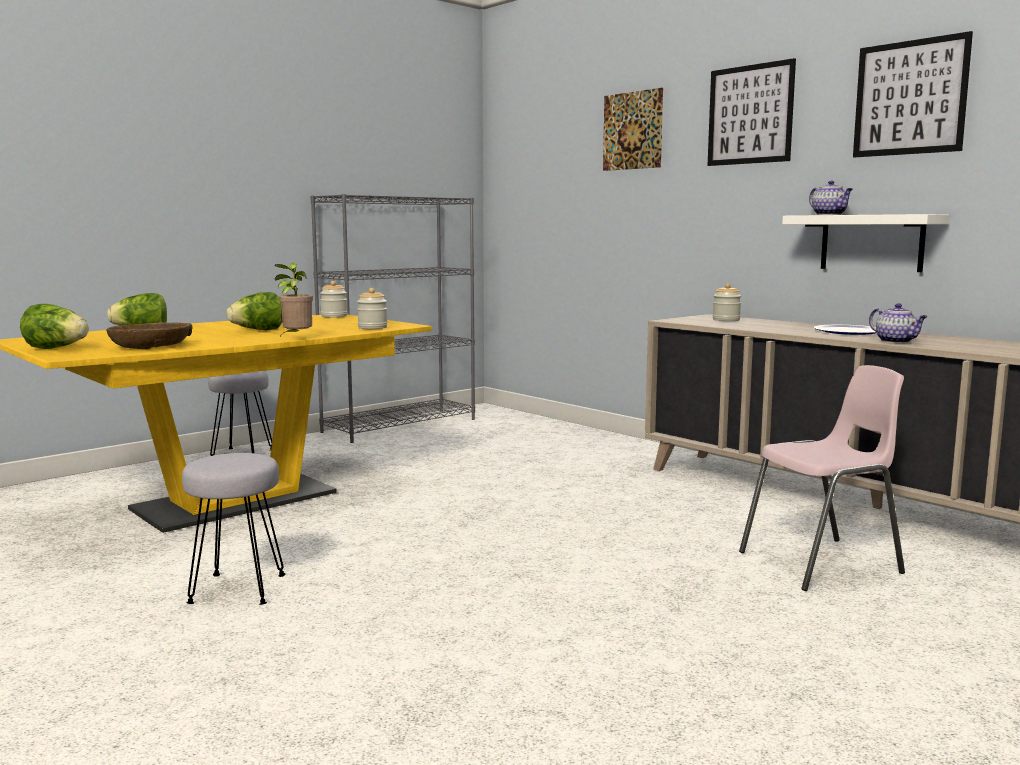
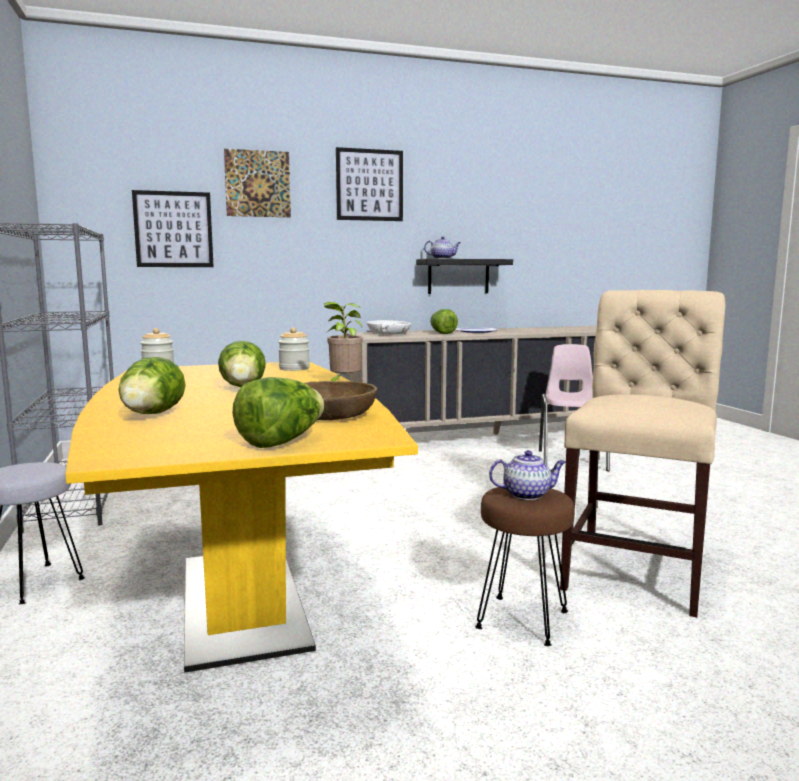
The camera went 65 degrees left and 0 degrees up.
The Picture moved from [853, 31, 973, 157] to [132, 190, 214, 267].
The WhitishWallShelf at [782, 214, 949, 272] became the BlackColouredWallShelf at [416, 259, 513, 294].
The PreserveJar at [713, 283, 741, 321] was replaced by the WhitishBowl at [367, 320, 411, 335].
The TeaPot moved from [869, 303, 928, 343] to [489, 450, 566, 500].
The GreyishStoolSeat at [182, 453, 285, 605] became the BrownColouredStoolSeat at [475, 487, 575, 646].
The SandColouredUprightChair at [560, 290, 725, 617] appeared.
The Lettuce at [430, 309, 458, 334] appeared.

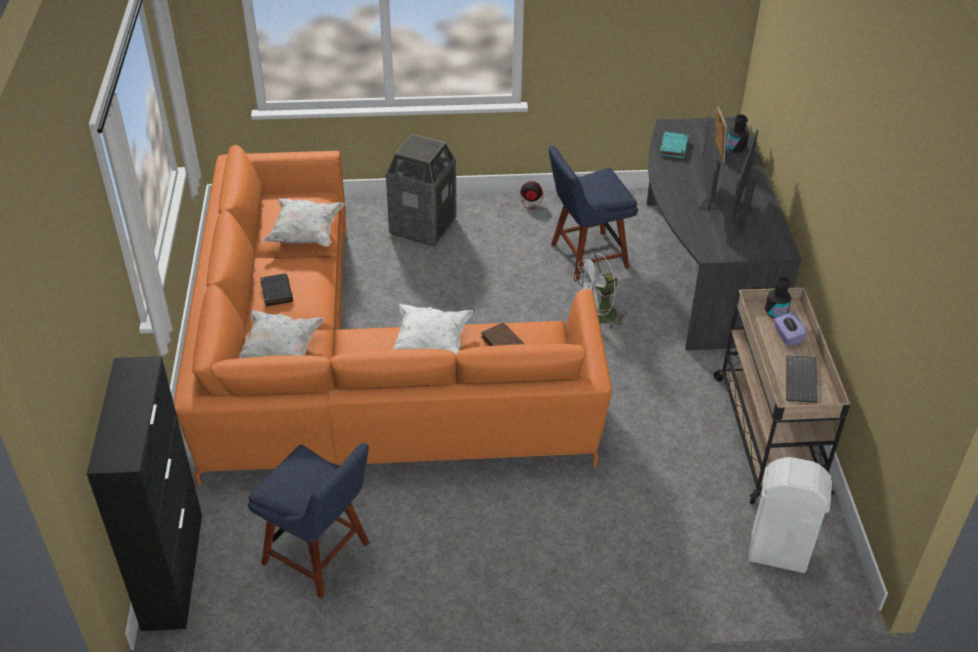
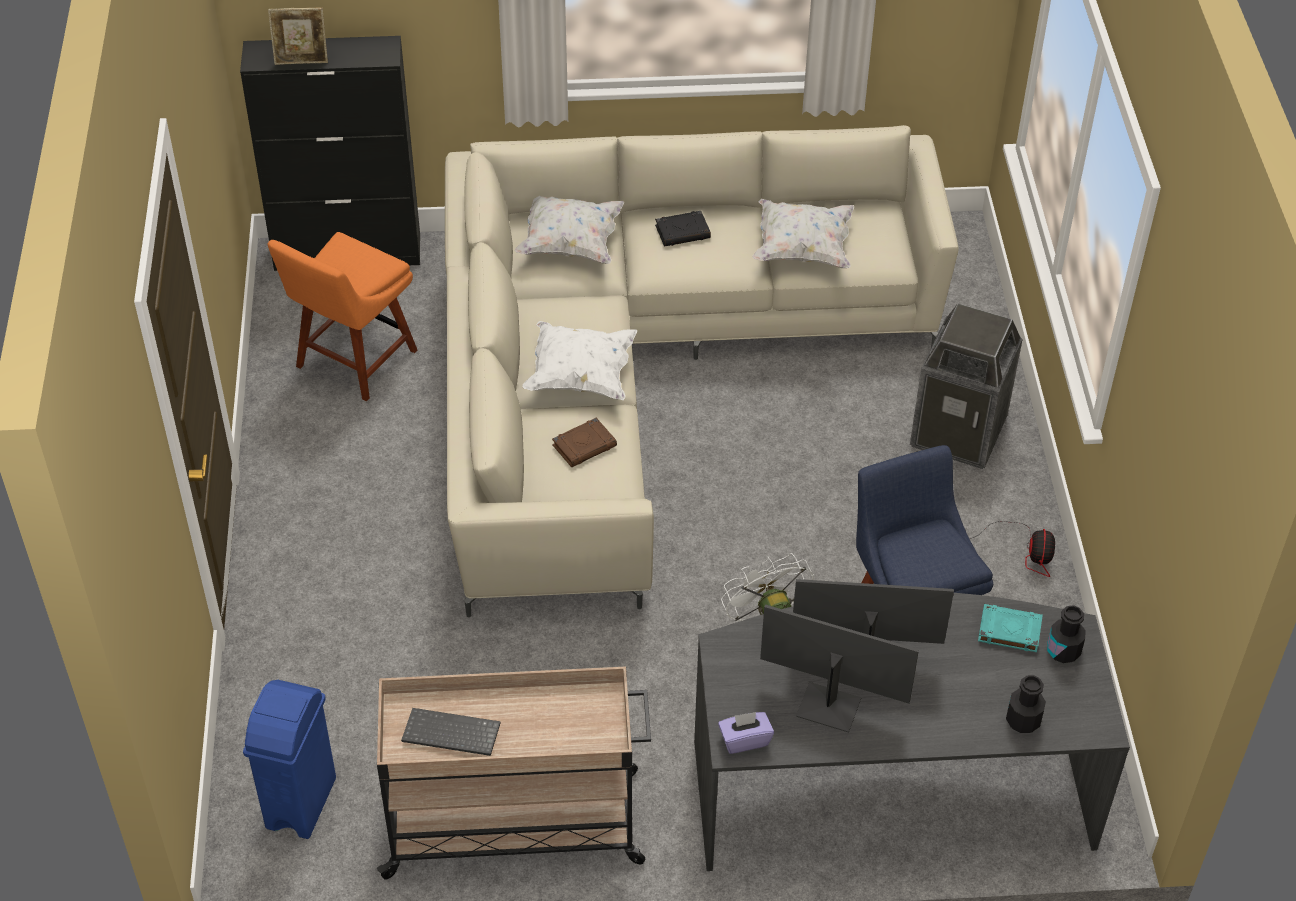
The camera went 90 degrees right and 5 degrees up.
The PictureFrame moved from [715, 106, 727, 163] to [268, 8, 328, 65].
The OrangeCouch at [174, 145, 612, 486] became the SandColouredCouch at [445, 125, 958, 617].
The BlackColouredBeverageBottle moved from [765, 276, 792, 318] to [1047, 605, 1086, 663].
The PurpleBoxOfTissues moved from [774, 312, 807, 346] to [718, 712, 774, 754].
The BluishUprightChair at [248, 443, 369, 598] became the OrangeUprightChair at [268, 232, 417, 402].
The WhitishTrashCan at [748, 457, 832, 573] became the BluishTrashCan at [243, 680, 336, 839].

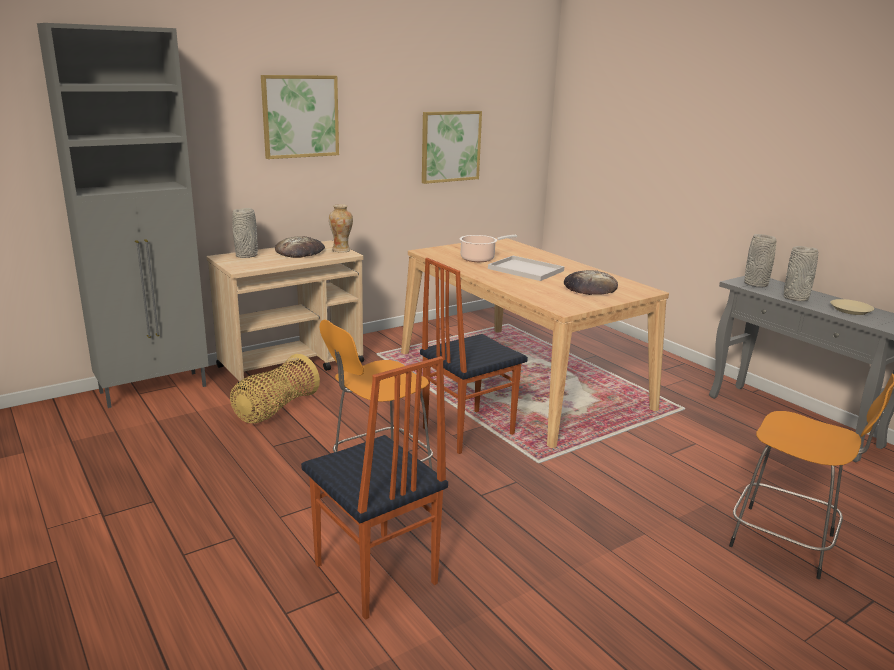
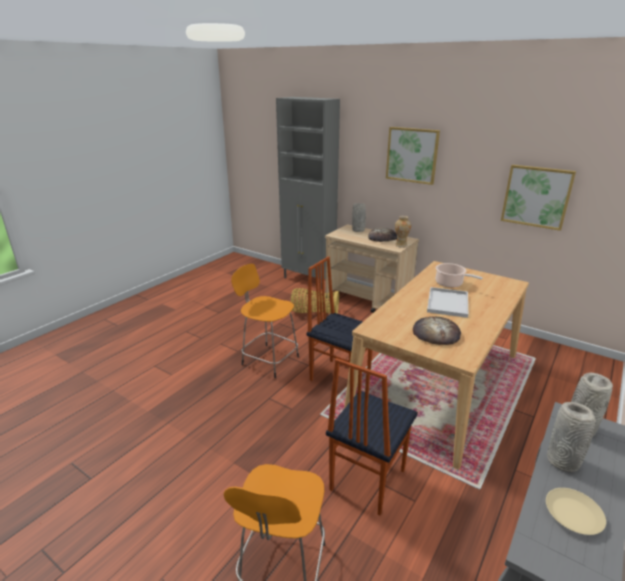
The camera went 70 degrees right and 5 degrees up.
The UprightChair moved from [301, 356, 448, 620] to [326, 358, 418, 515].

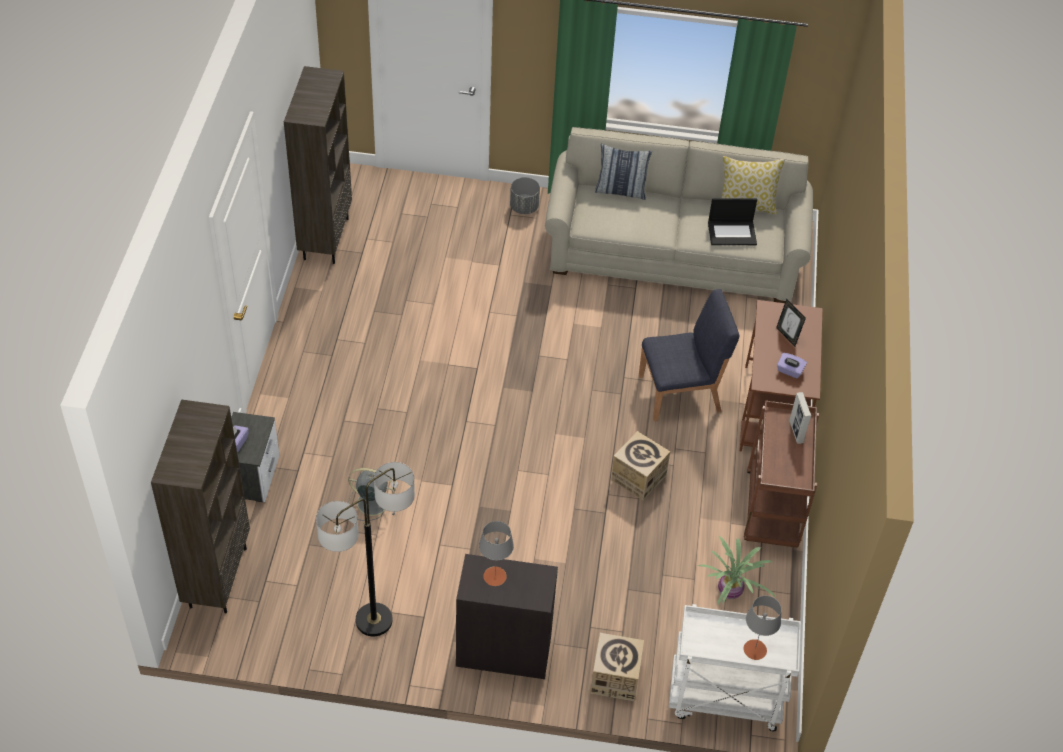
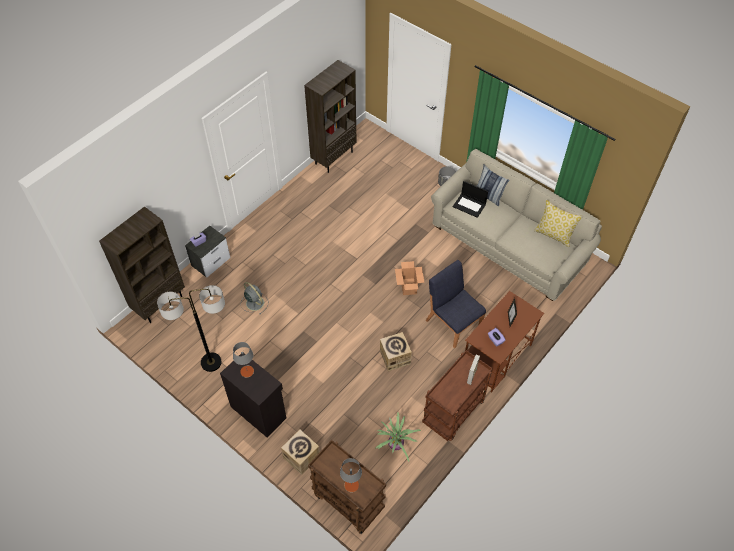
The camera went 35 degrees right and 5 degrees up.
The NotebookComputer moved from [708, 198, 757, 245] to [453, 181, 488, 218].
The BluishUprightChair at [639, 289, 740, 422] turned 150 degrees counterclockwise.
The WhitishCart at [669, 604, 801, 731] became the BrownColouredCart at [308, 440, 386, 534].
The PackingBox at [395, 261, 424, 295] appeared.

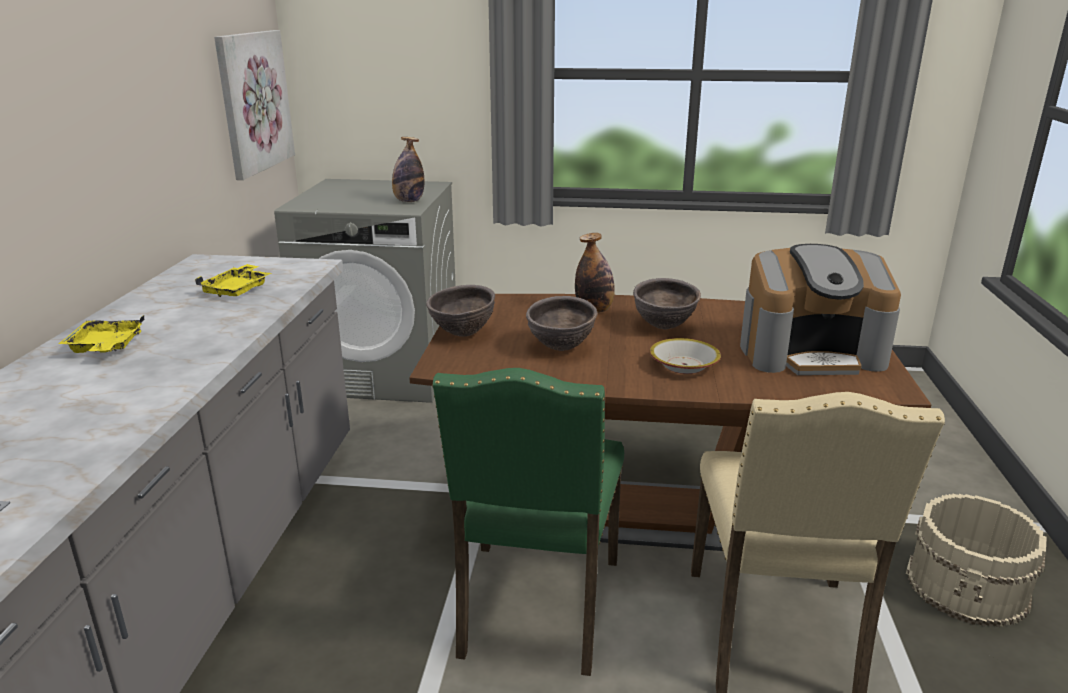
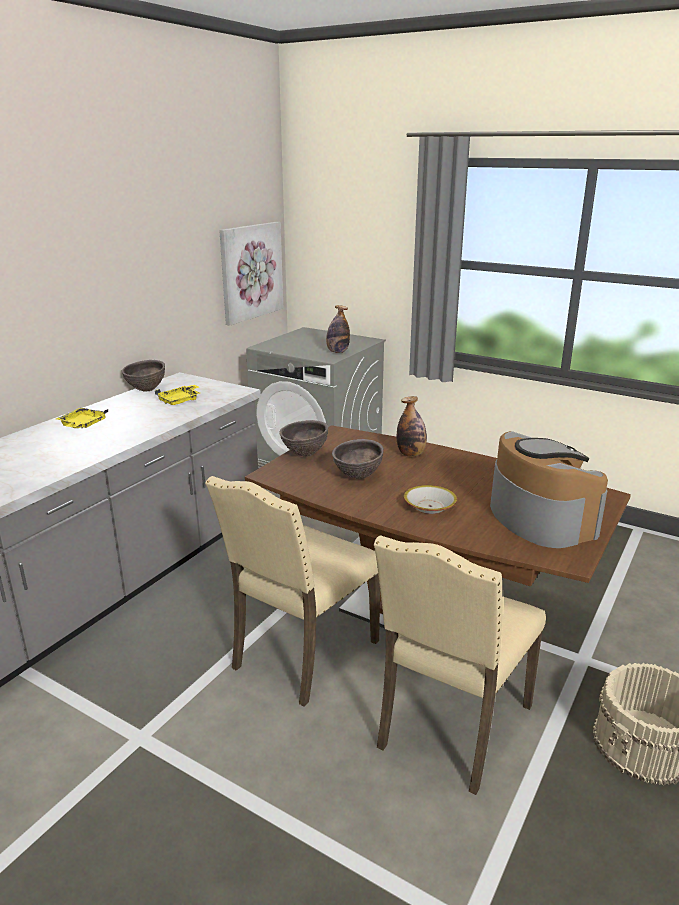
The camera went 25 degrees right and 0 degrees up.
The CoffeeBrewer at [740, 244, 901, 375] turned 135 degrees counterclockwise.
The BrownColouredBowl moved from [633, 278, 701, 329] to [121, 360, 165, 392].
The GreenColouredUprightChair at [432, 368, 624, 676] became the SandColouredUprightChair at [205, 476, 380, 706].

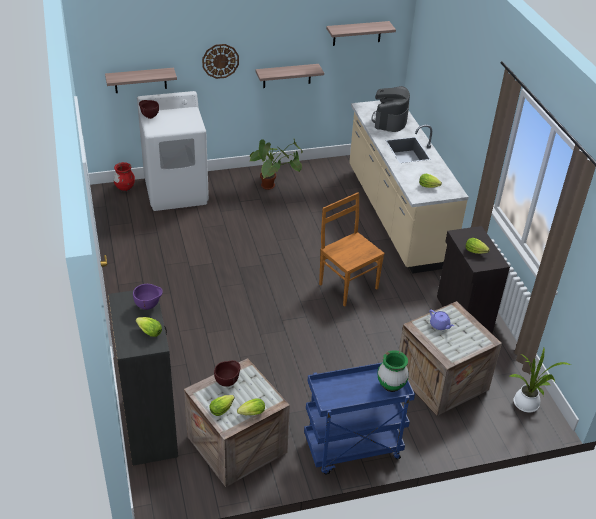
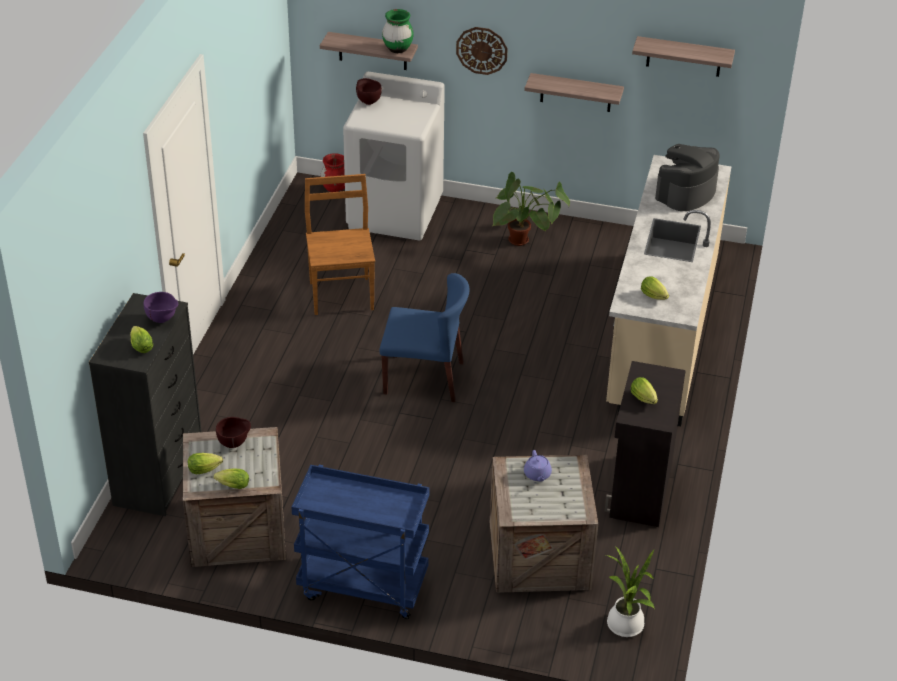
The camera went 30 degrees right and 0 degrees up.
The BrownColouredUprightChair moved from [319, 192, 385, 307] to [305, 174, 375, 315].
The GreenColouredDecorativeVase moved from [377, 350, 409, 392] to [382, 9, 414, 53].
The BluishUprightChair at [379, 273, 469, 402] appeared.

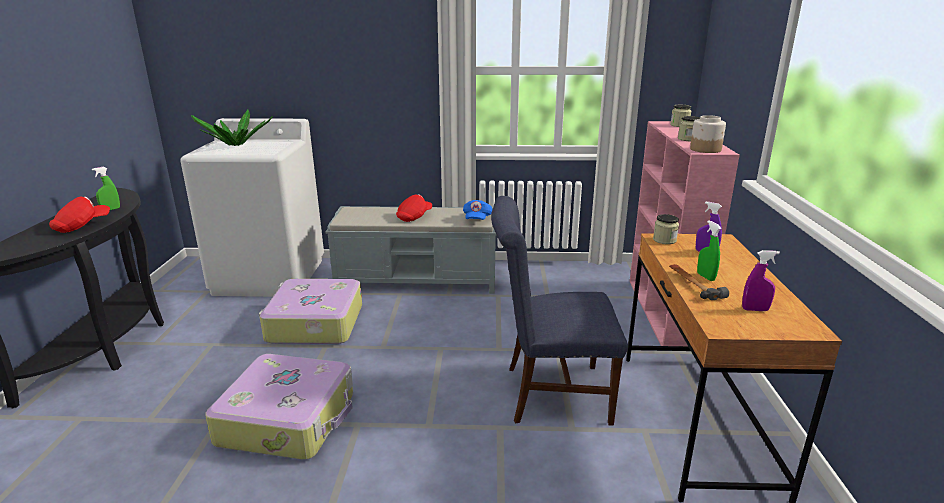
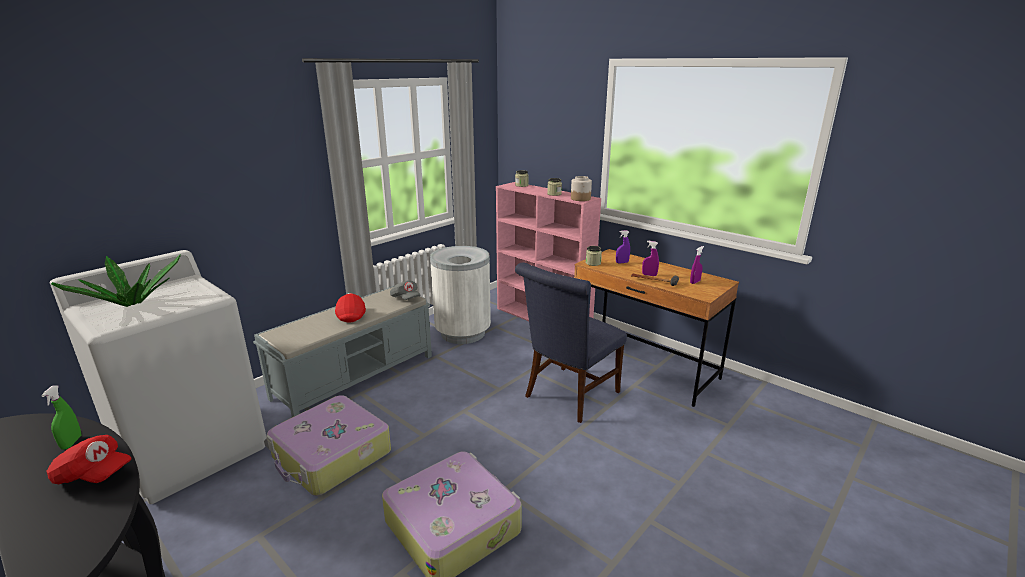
The camera went 50 degrees left and 0 degrees up.
The RedCap at [49, 196, 110, 233] turned 120 degrees clockwise.
The BluishCap at [463, 200, 492, 220] became the GreyishCap at [390, 280, 420, 300].
The GreenColouredSprayBottle at [697, 220, 722, 281] became the PurpleSprayBottle at [642, 241, 659, 276].
The WhitishTrashCan at [430, 246, 491, 344] appeared.

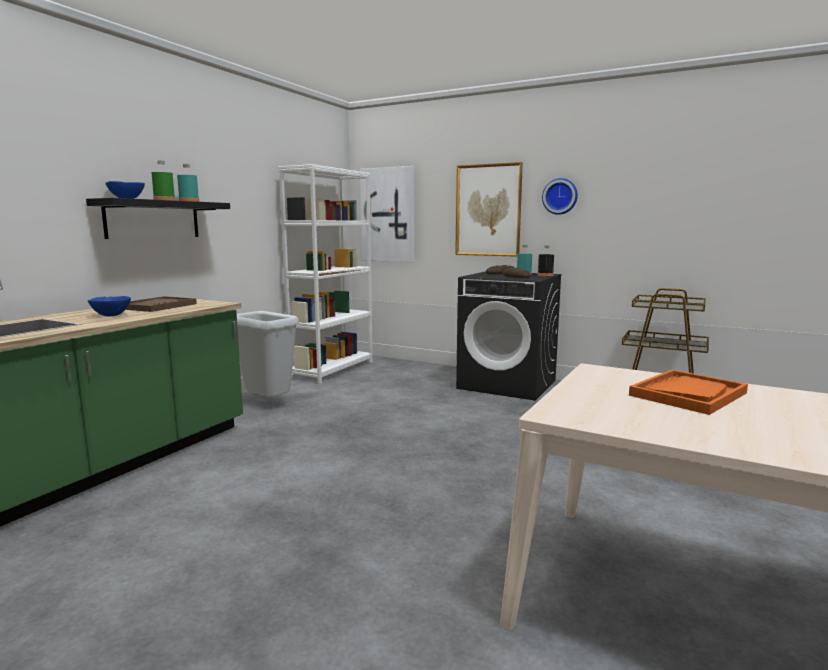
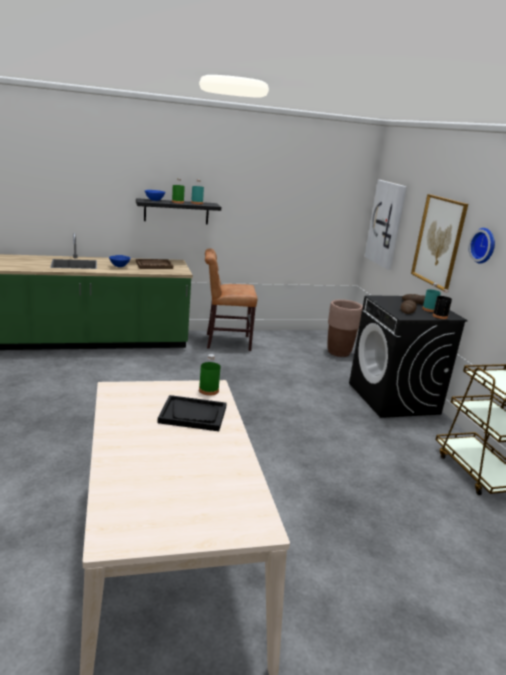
The camera went 45 degrees right and 10 degrees up.
The WhitishBookshelf at [278, 164, 373, 384] disappeared.
The GreyishTrashCan at [237, 311, 299, 397] was replaced by the BrownColouredUprightChair at [205, 248, 257, 351].
The OrangeCarryingTray at [629, 370, 748, 415] became the BlackColouredCarryingTray at [158, 395, 227, 431].
The BrownColouredPlanter at [327, 299, 363, 357] appeared.
The GreenColouredBeverageBottle at [199, 354, 221, 396] appeared.

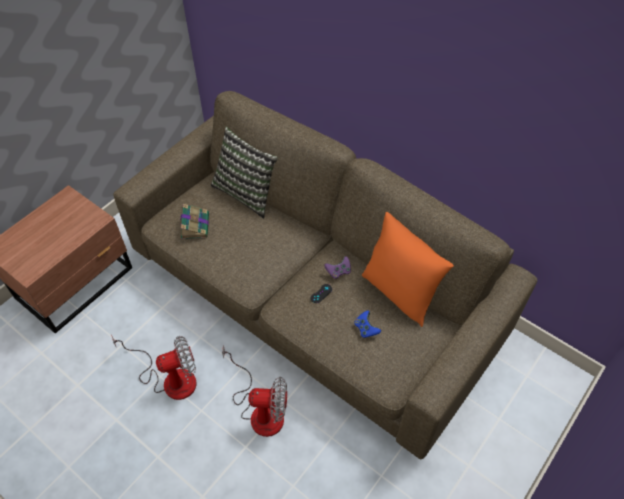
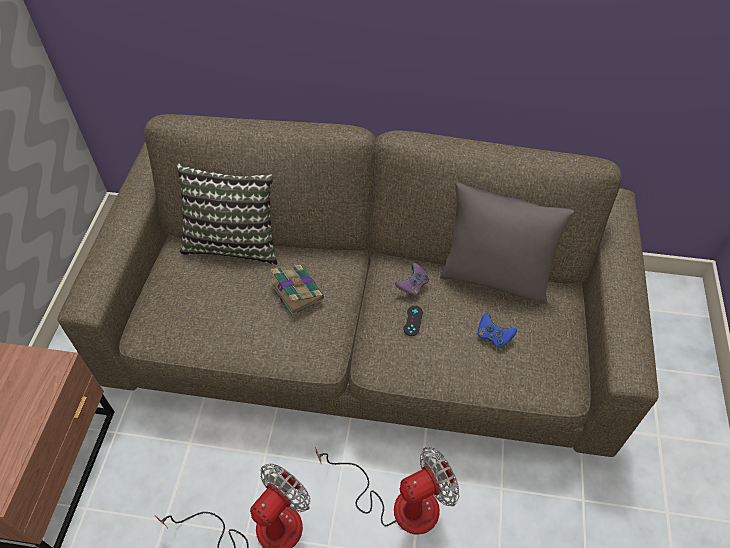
The camera went 30 degrees left and 0 degrees up.
The Volume moved from [180, 204, 209, 239] to [270, 265, 324, 316].
The OrangeCushion at [362, 212, 454, 327] became the GreyishCushion at [440, 182, 574, 304].

